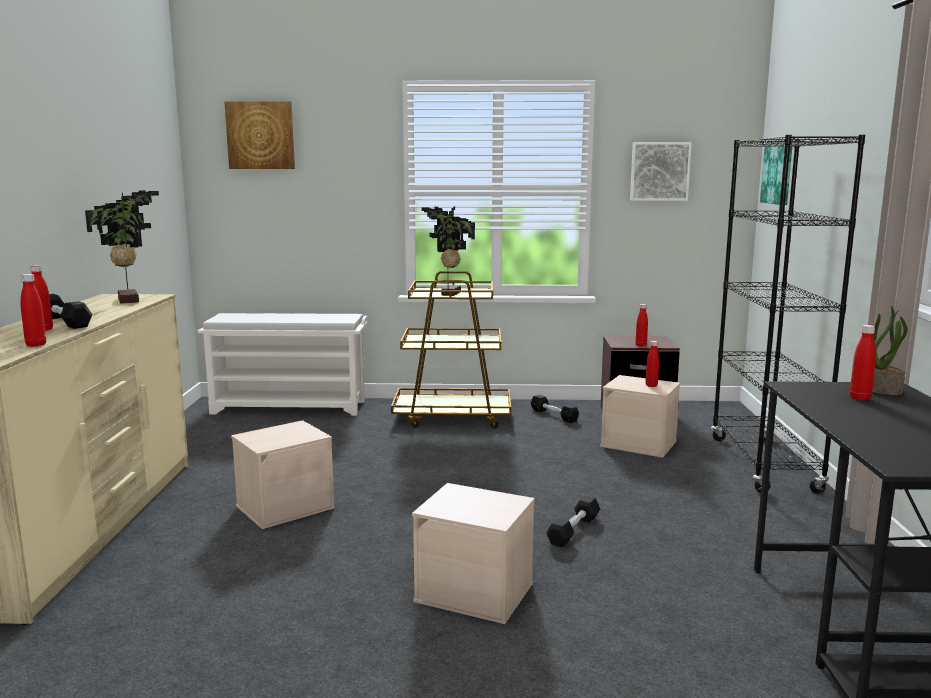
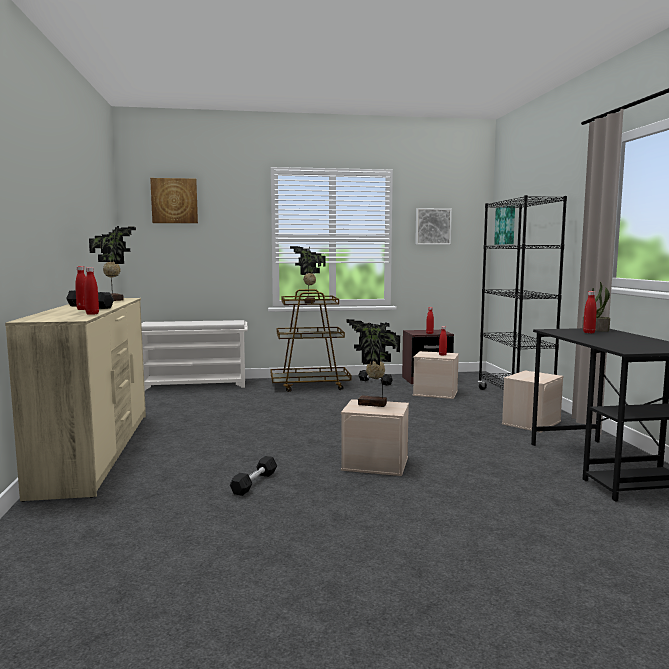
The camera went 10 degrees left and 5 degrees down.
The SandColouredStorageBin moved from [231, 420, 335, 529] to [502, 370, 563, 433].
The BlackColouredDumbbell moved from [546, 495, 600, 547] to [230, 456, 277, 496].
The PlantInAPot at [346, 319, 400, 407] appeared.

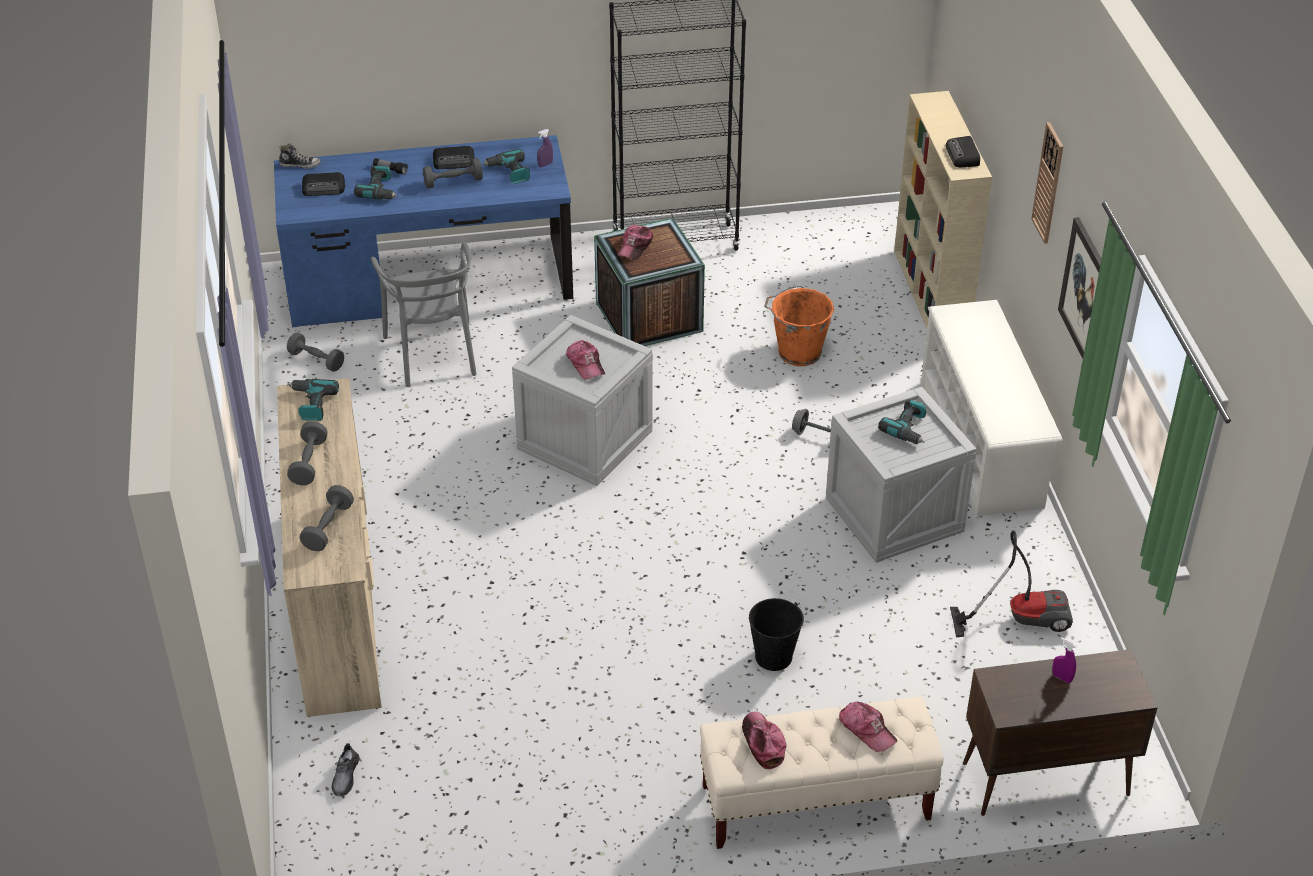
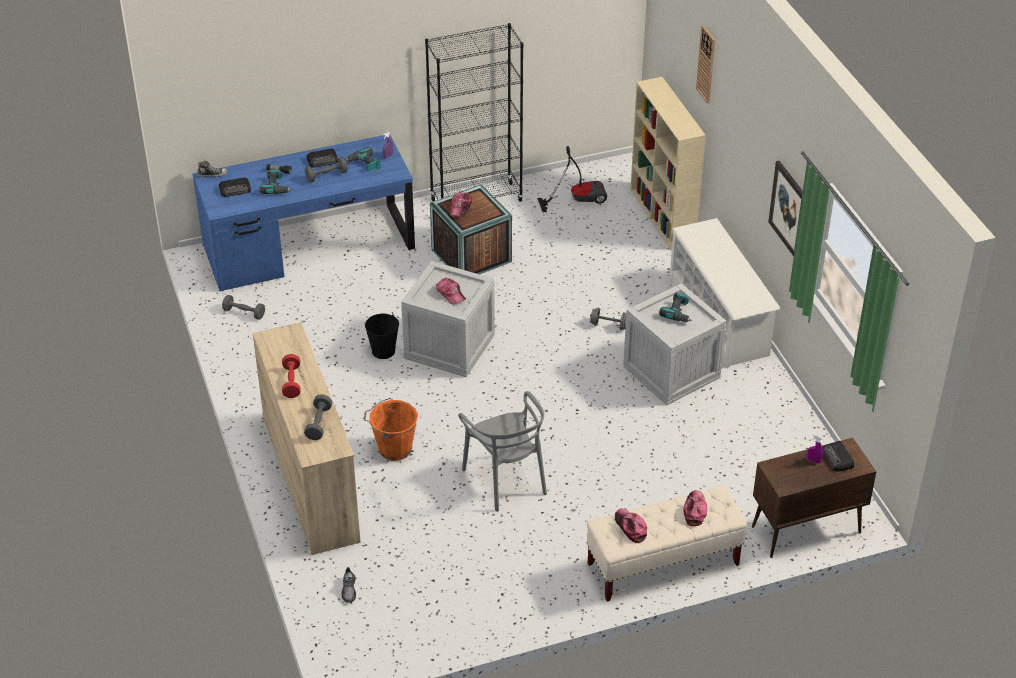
The camera went 10 degrees left and 0 degrees up.
The WallClock moved from [1031, 122, 1063, 244] to [696, 25, 715, 104].
The RadioReceiver moved from [946, 136, 980, 167] to [822, 441, 854, 472].
The GreyishUprightChair moved from [371, 242, 477, 387] to [458, 391, 547, 512].
The OrangeBucket moved from [764, 286, 834, 366] to [363, 398, 418, 461].
The Drill at [287, 379, 339, 421] disappeared.
The GreyishDumbbell at [287, 421, 328, 485] became the RedDumbbell at [282, 354, 301, 398].
The Vacuum moved from [950, 530, 1073, 637] to [537, 146, 607, 213].
The BlackColouredBucket moved from [749, 598, 804, 671] to [365, 314, 399, 359].
The Cap at [839, 702, 898, 752] turned 120 degrees counterclockwise.

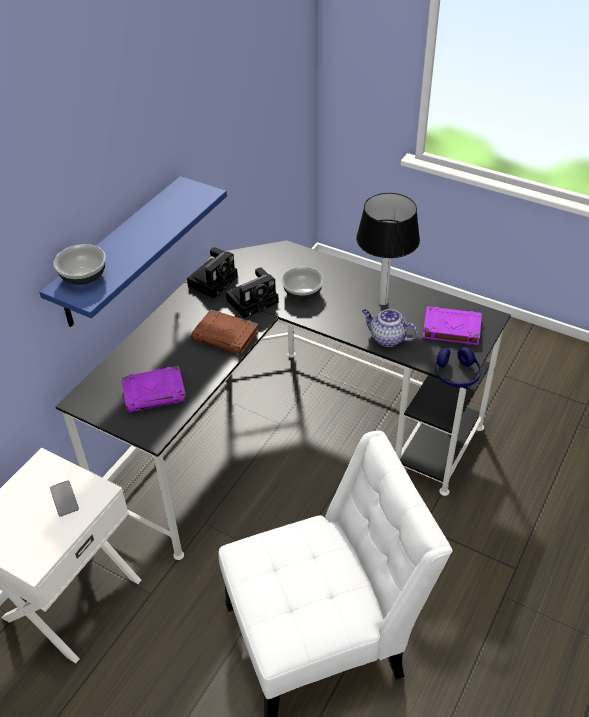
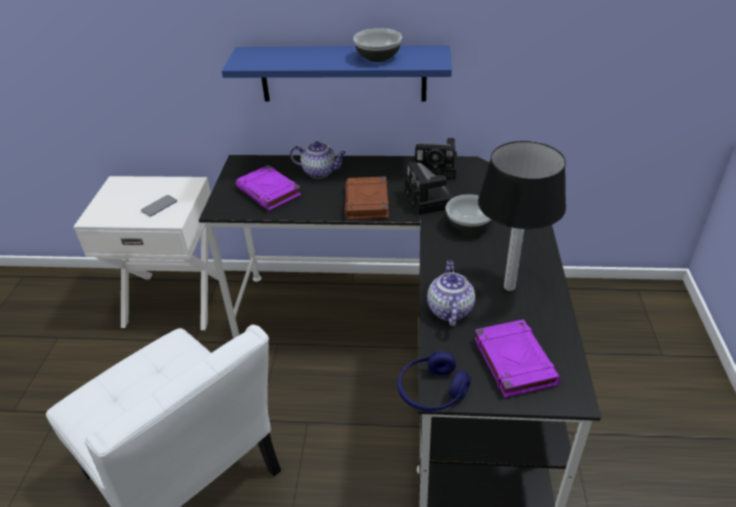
The camera went 65 degrees right and 5 degrees down.
The Bowl moved from [53, 244, 106, 285] to [353, 28, 402, 62].
The PhotoCamera at [226, 267, 279, 318] turned 45 degrees clockwise.
The TeaPot at [290, 142, 346, 178] appeared.

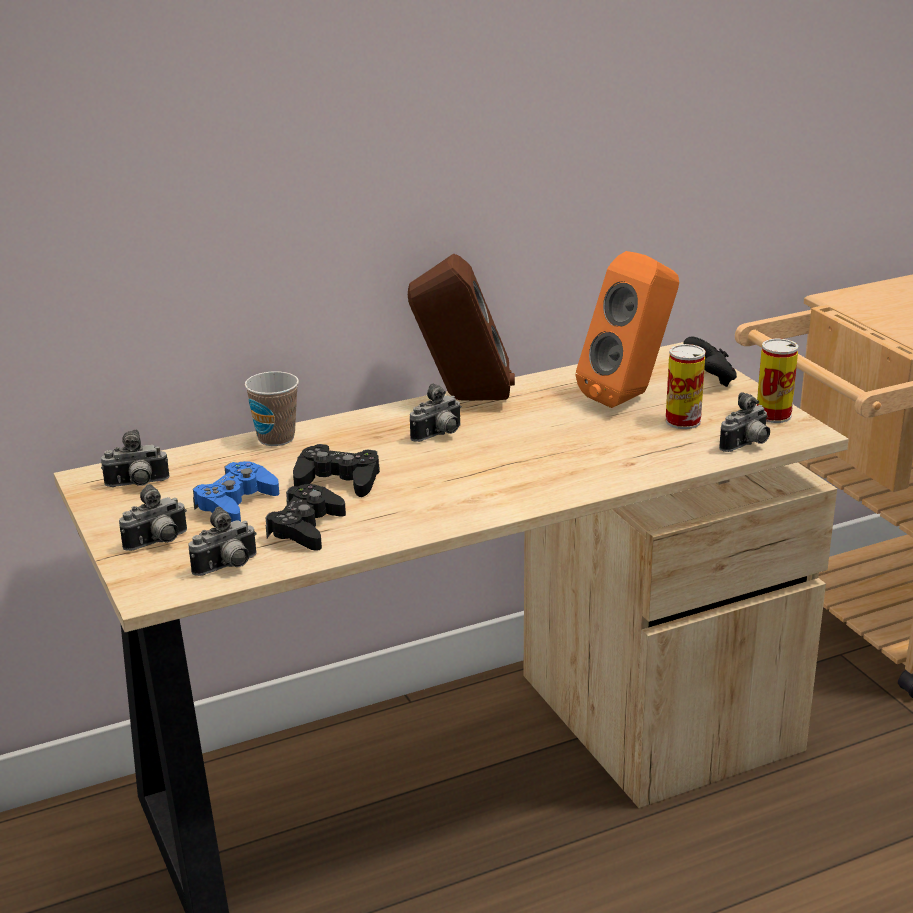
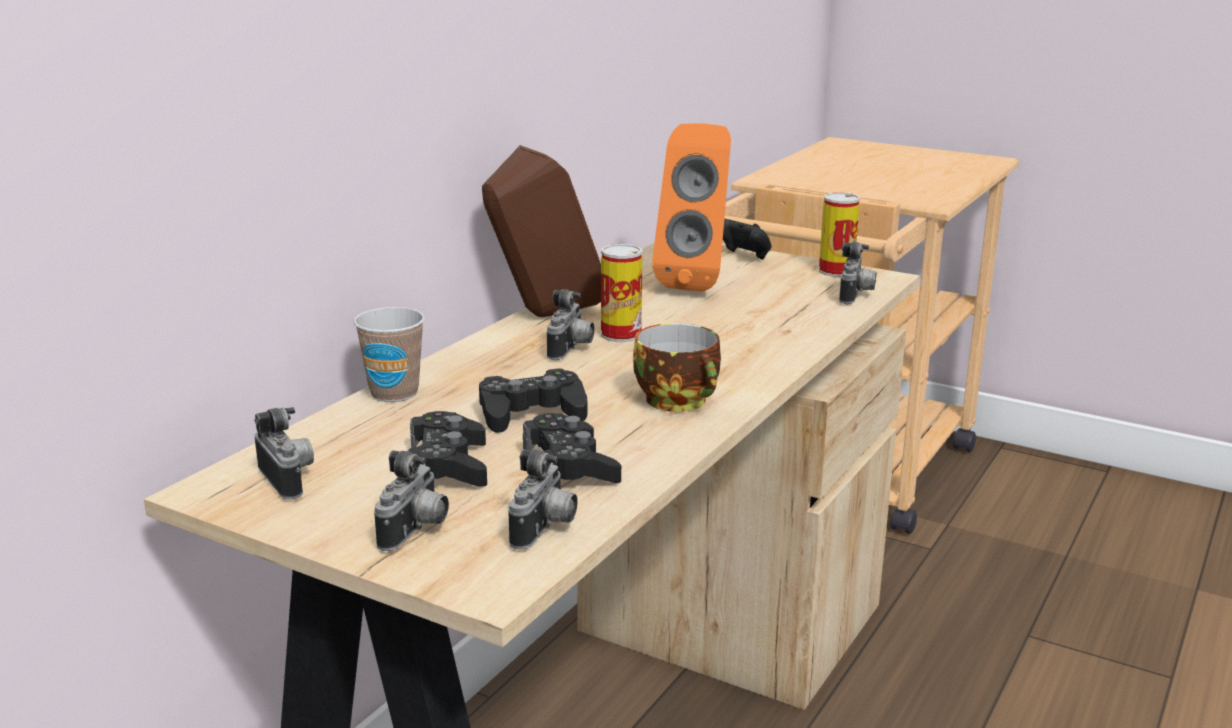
The camera went 35 degrees left and 5 degrees down.
The MetalCan moved from [665, 344, 706, 429] to [601, 244, 643, 342].
The PhotoCamera at [101, 429, 170, 487] turned 75 degrees counterclockwise.
The BluishGamepad at [193, 461, 279, 522] became the BlackColouredGamepad at [407, 411, 487, 486].
The DrinkingCup at [633, 323, 721, 412] appeared.

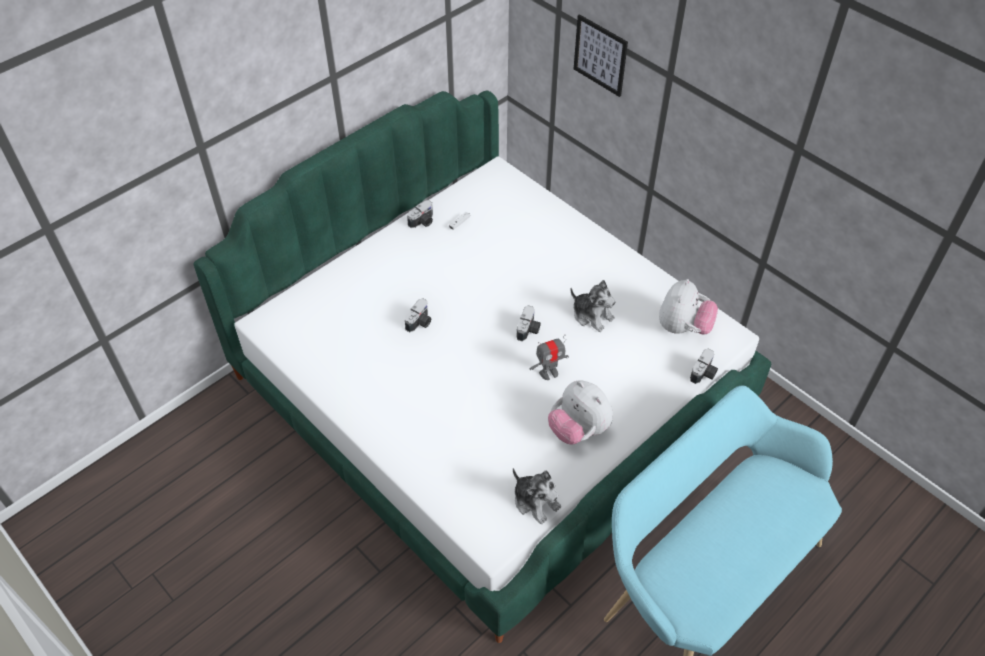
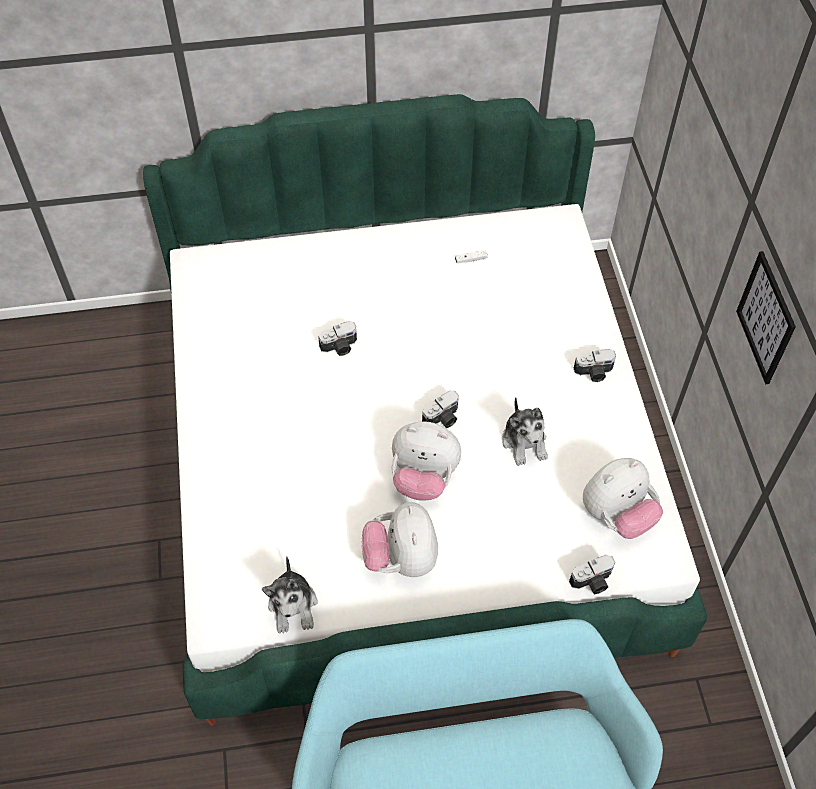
The camera went 35 degrees right and 5 degrees up.
The Picture moved from [574, 14, 628, 97] to [736, 251, 796, 384].
The PhotoCamera moved from [407, 200, 433, 228] to [574, 349, 616, 382].
The RobotFigure at [529, 335, 569, 380] was replaced by the CuddlyToy at [392, 421, 461, 501].

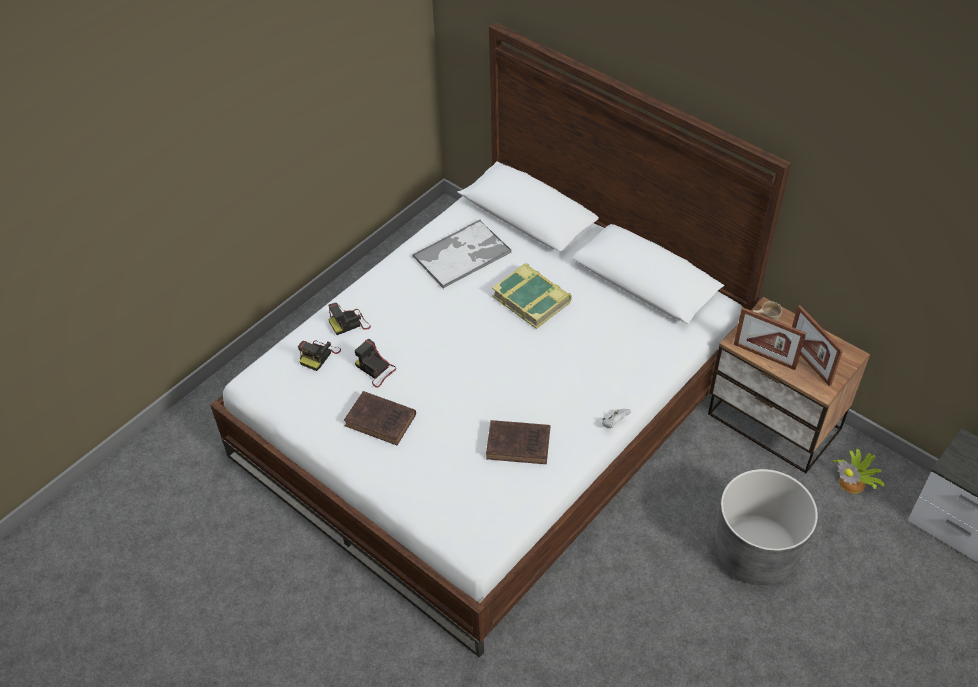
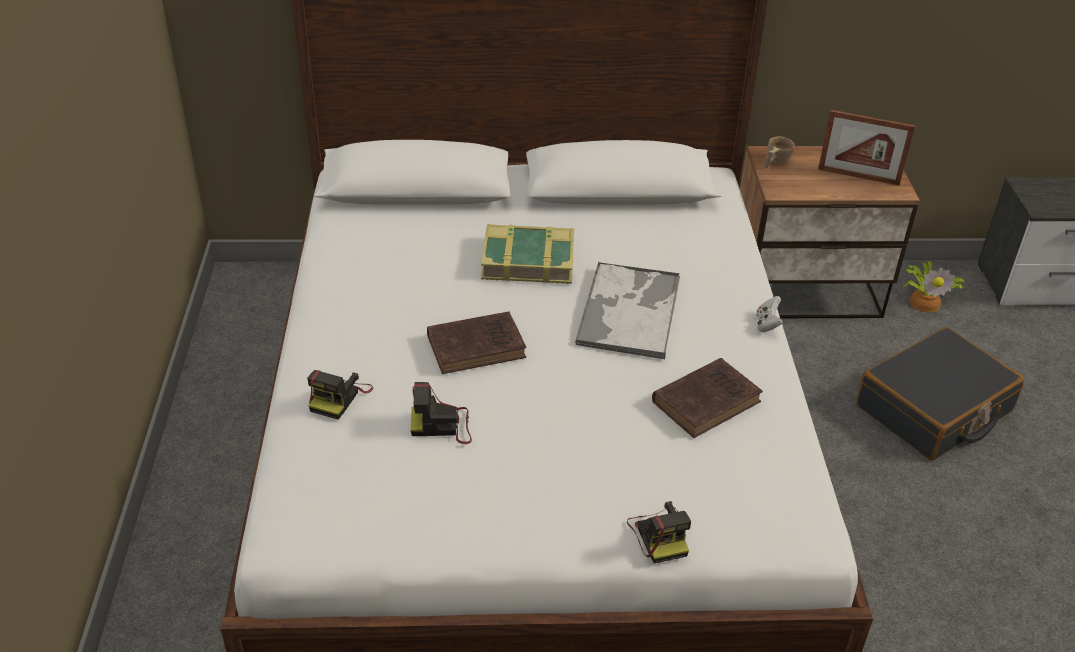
The camera went 45 degrees left and 10 degrees down.
The CarryingTray moved from [413, 219, 512, 289] to [575, 261, 680, 359].
The PictureFrame at [734, 307, 806, 370] disappeared.
The PhotoCamera moved from [298, 340, 341, 371] to [627, 501, 691, 564].
The BrownColouredVolume moved from [344, 391, 416, 445] to [427, 312, 526, 374].
The GreyishPlanter at [715, 469, 818, 585] was replaced by the BlackColouredSuitcase at [856, 327, 1024, 460].

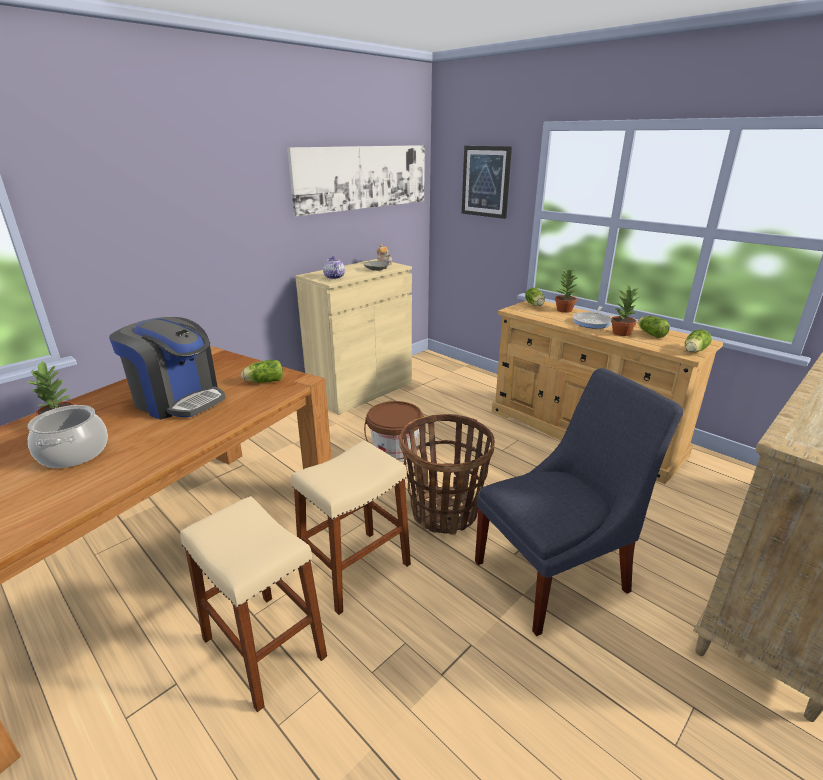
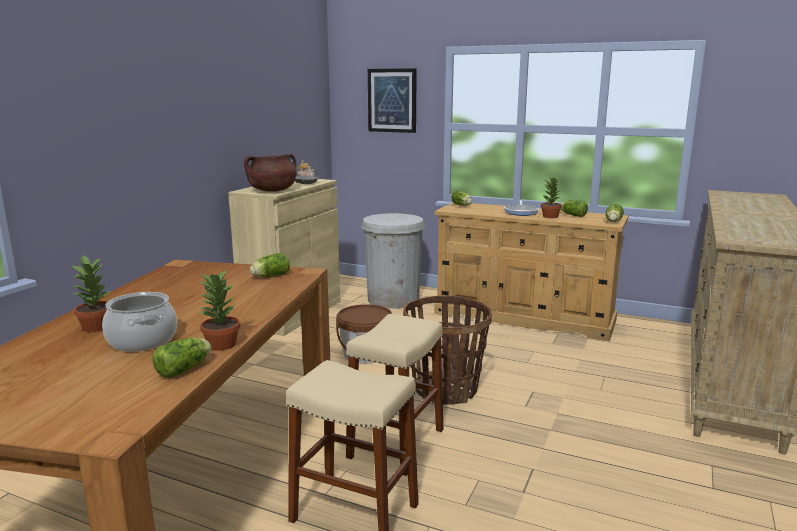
The camera went 20 degrees left and 10 degrees down.
The Picture at [287, 145, 425, 216] disappeared.
The TeaPot at [323, 256, 345, 279] was replaced by the BrownColouredCookingPot at [244, 154, 297, 192].
The PlantInAPot moved from [555, 269, 579, 313] to [200, 269, 240, 351].
The CoffeeBrewer at [109, 317, 226, 420] disappeared.
The BluishUprightChair at [475, 368, 683, 636] disappeared.
The WhitishTrashCan at [361, 213, 425, 309] appeared.
The Lettuce at [152, 337, 212, 378] appeared.

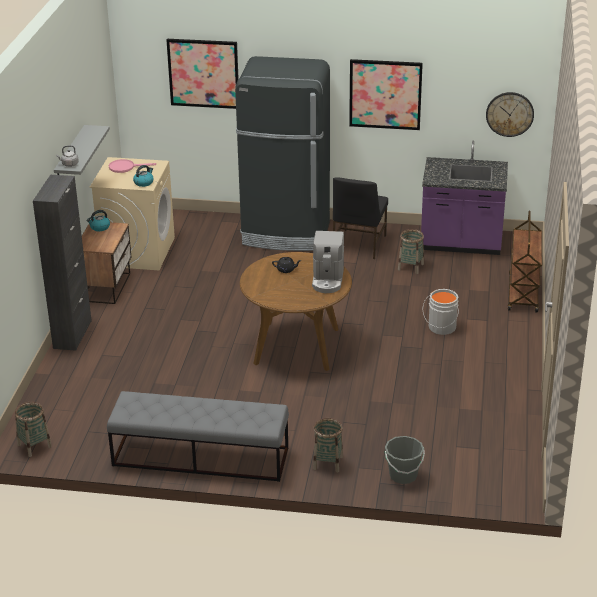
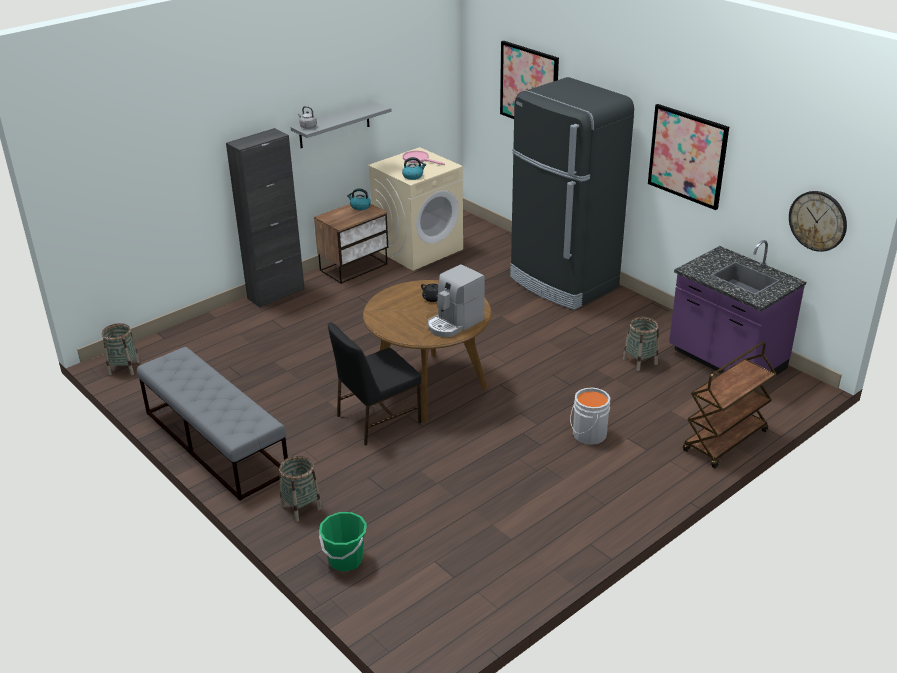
The camera went 40 degrees right and 0 degrees up.
The BlackColouredUprightChair moved from [333, 177, 388, 259] to [328, 323, 422, 446].
The GreyishBucket at [385, 436, 425, 484] became the GreenColouredBucket at [319, 512, 367, 571].

